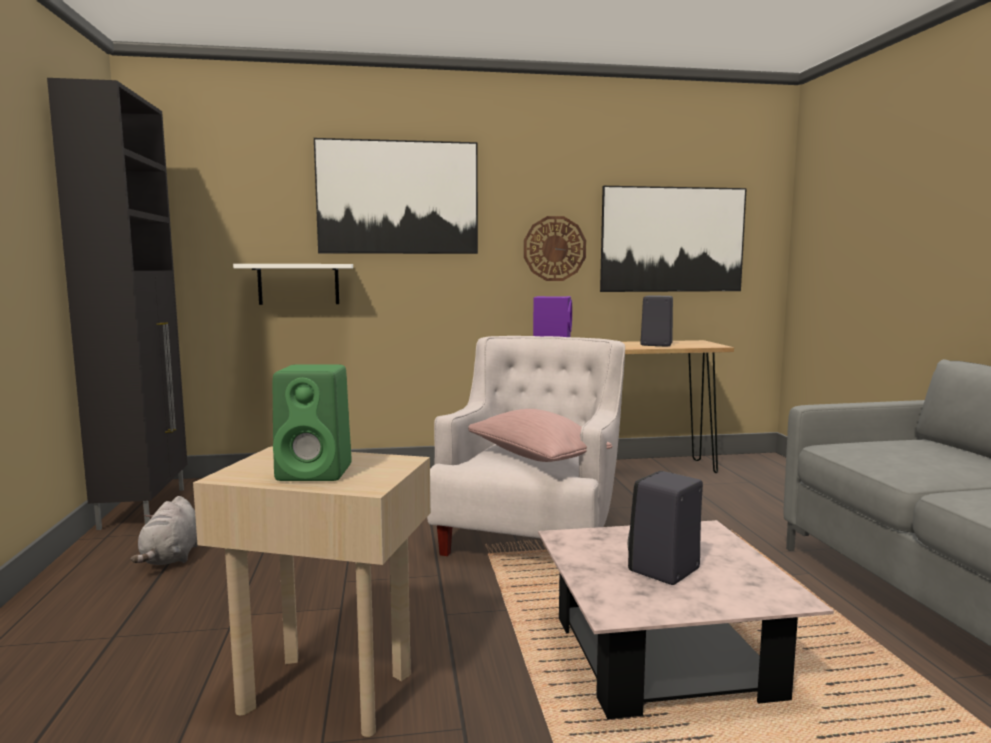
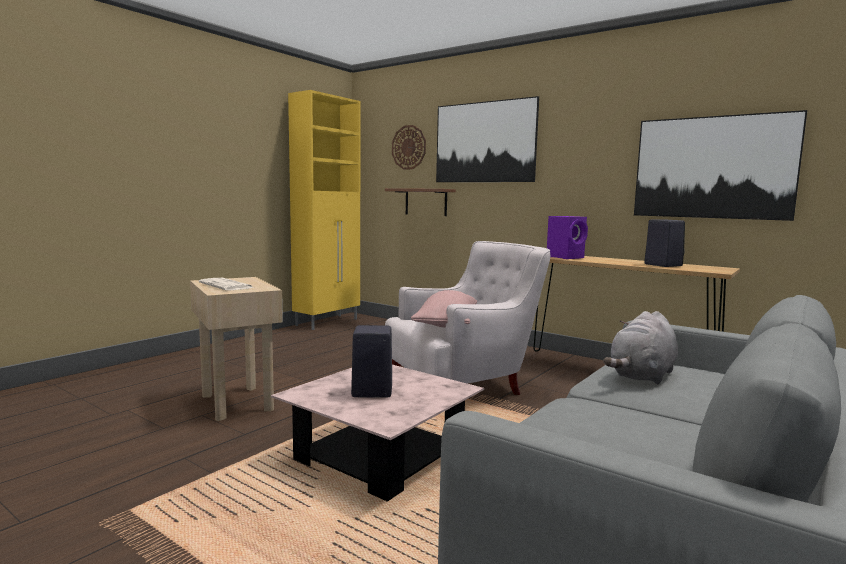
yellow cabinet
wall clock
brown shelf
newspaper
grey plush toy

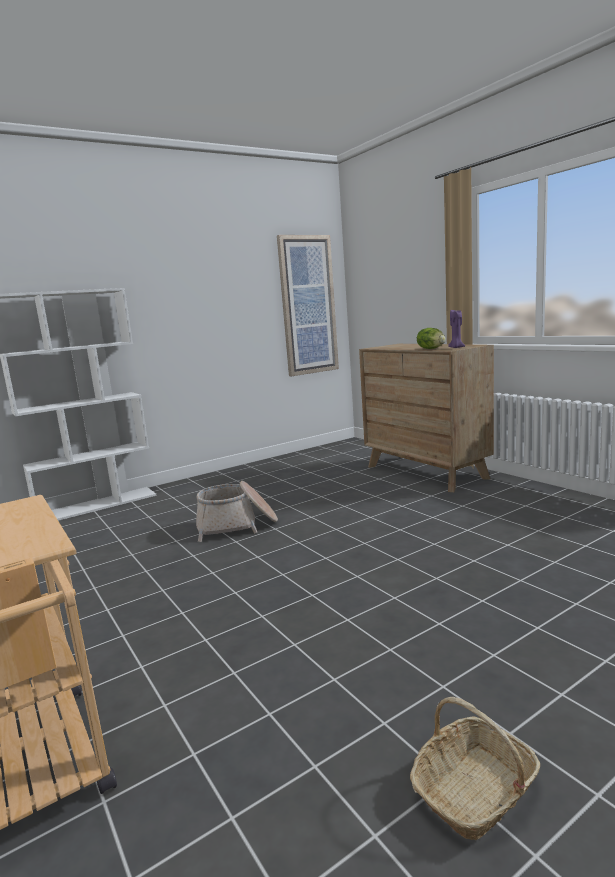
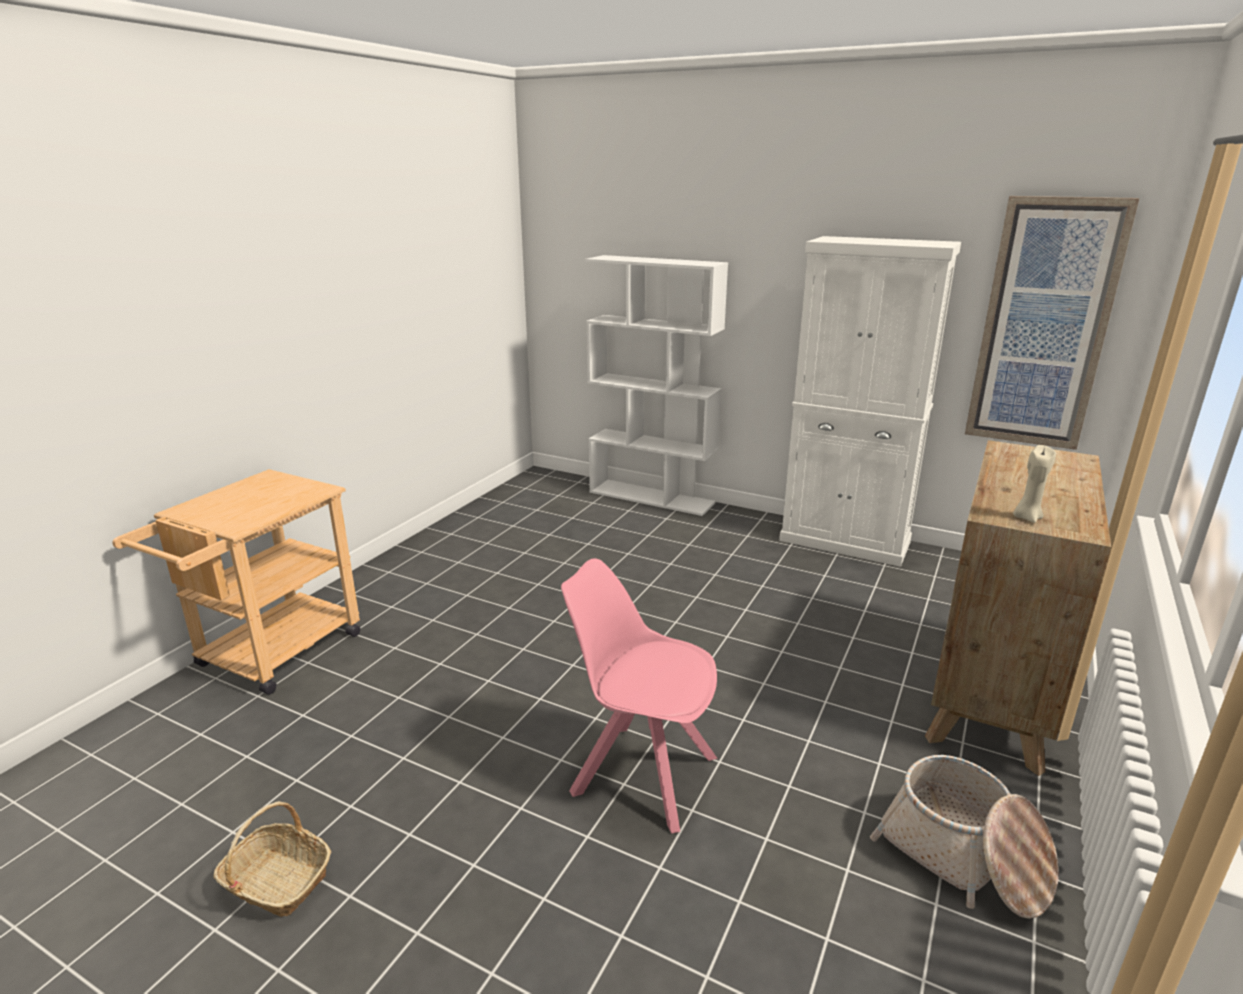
beige candle
lettuce
basket (no. 2 from left)
white cabinet
pink chair

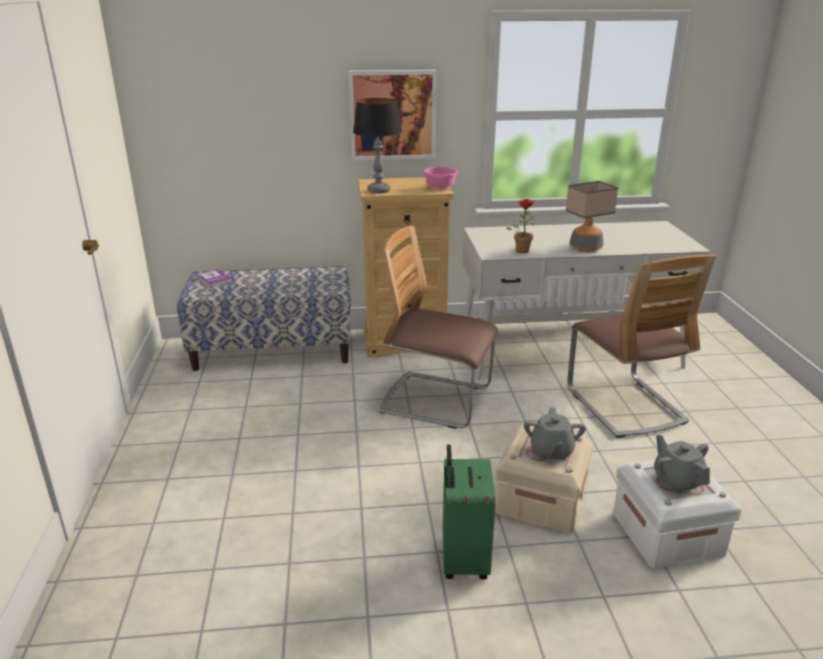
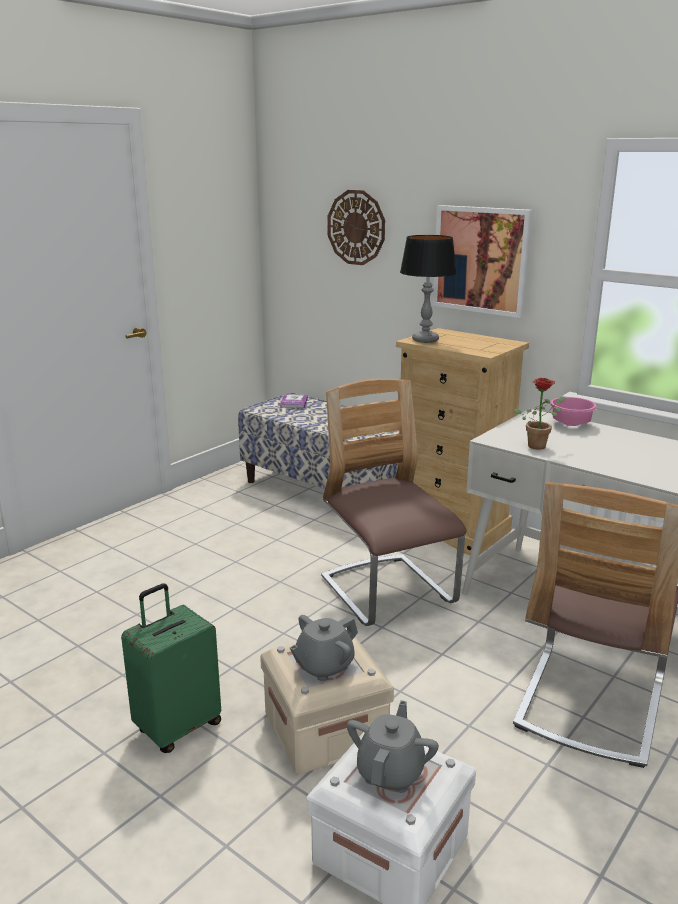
pink bowl
table lamp (no. 2 from left in the first image)
wall clock

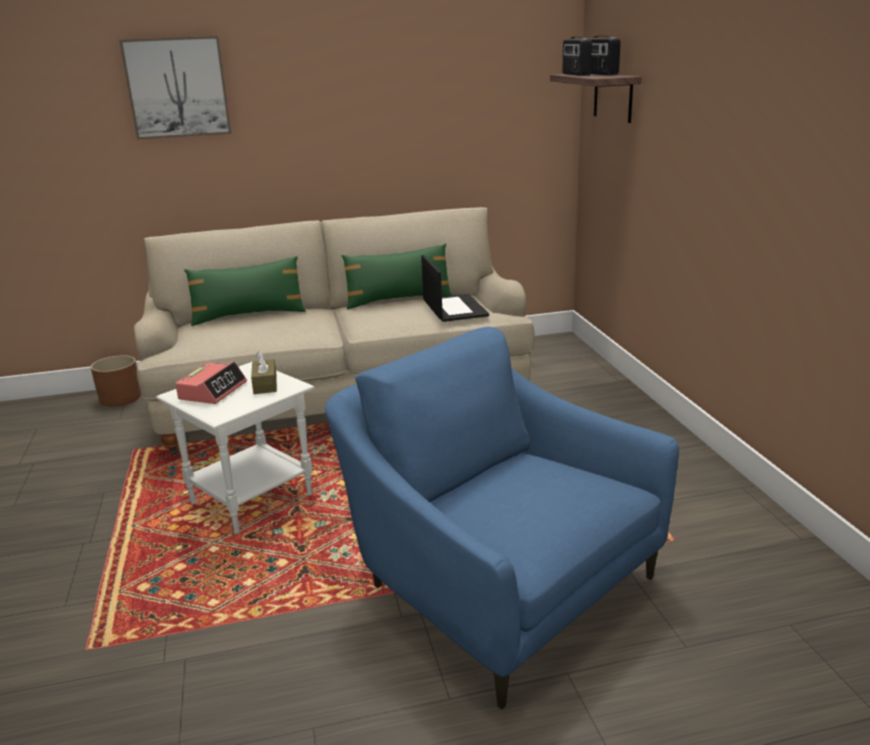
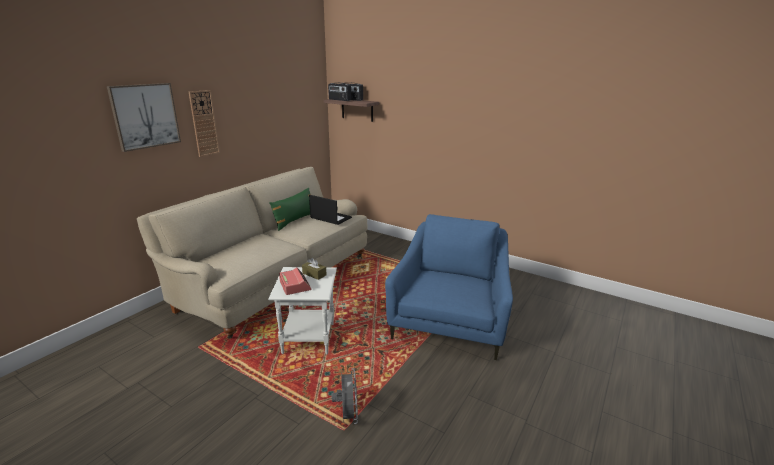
green pillow (no. 1 from left in the first image)
blue armchair
brown planter
wall clock
grey fan

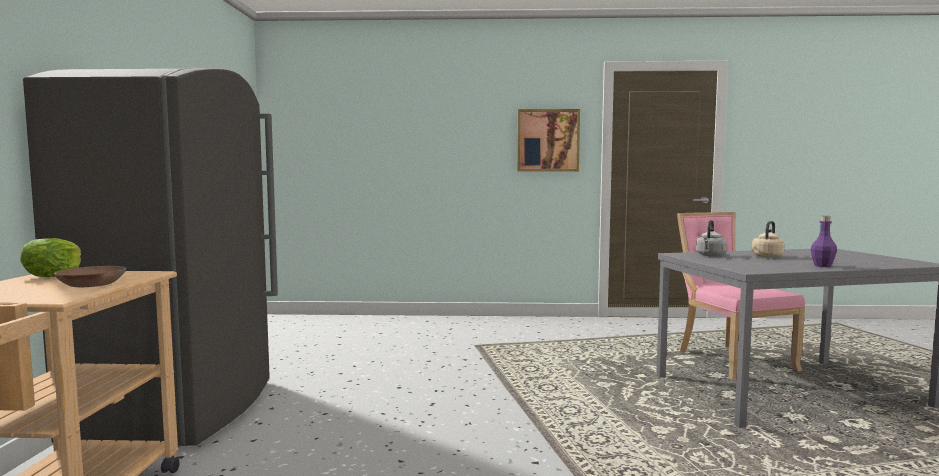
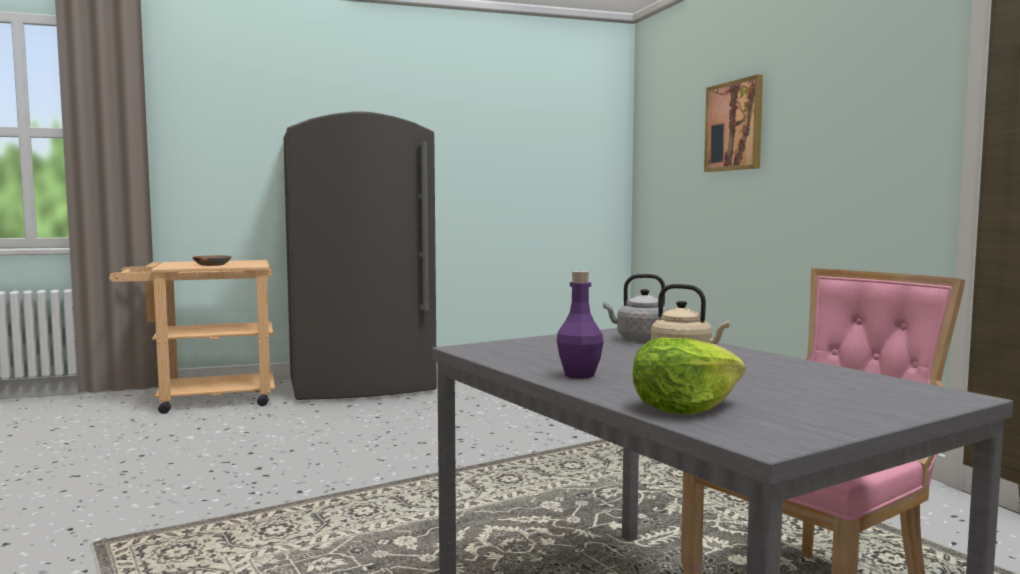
picture
lettuce

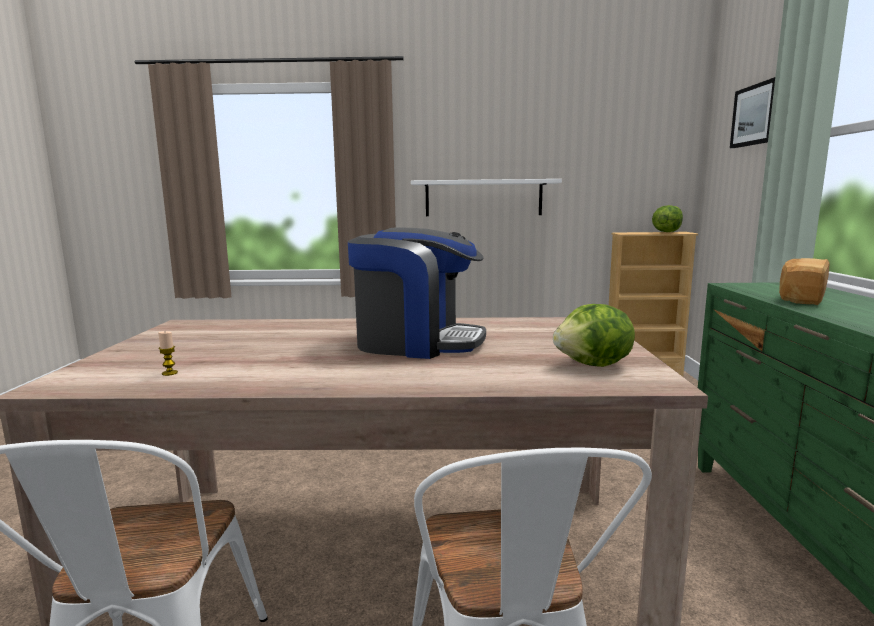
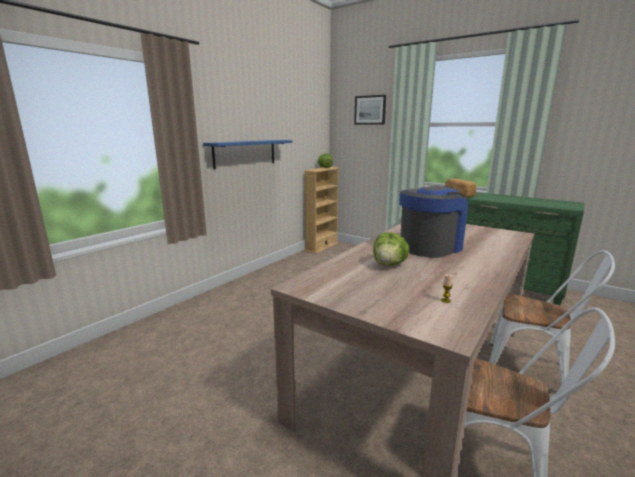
blue shelf
lettuce (no. 2 from left)

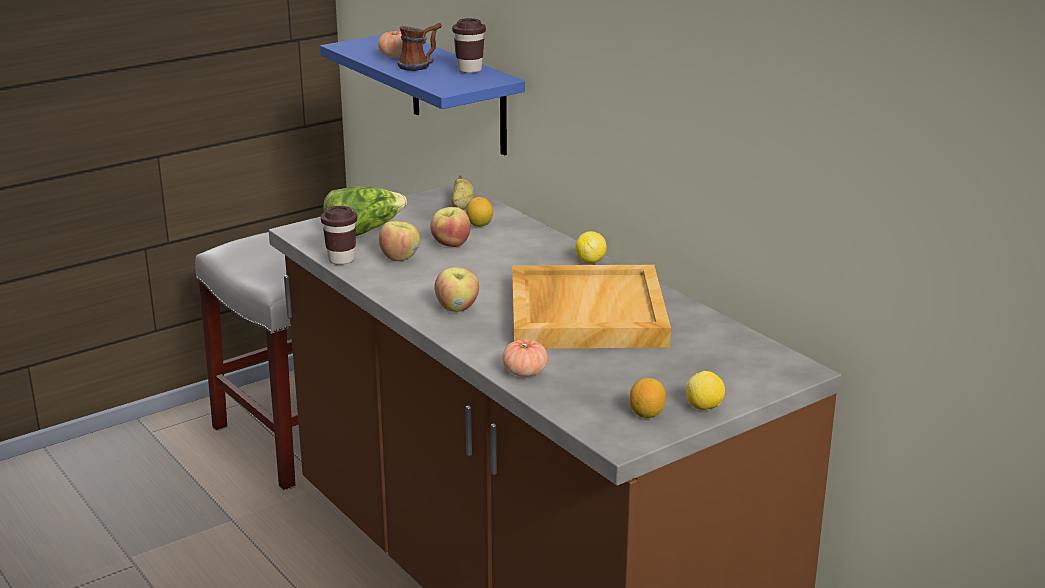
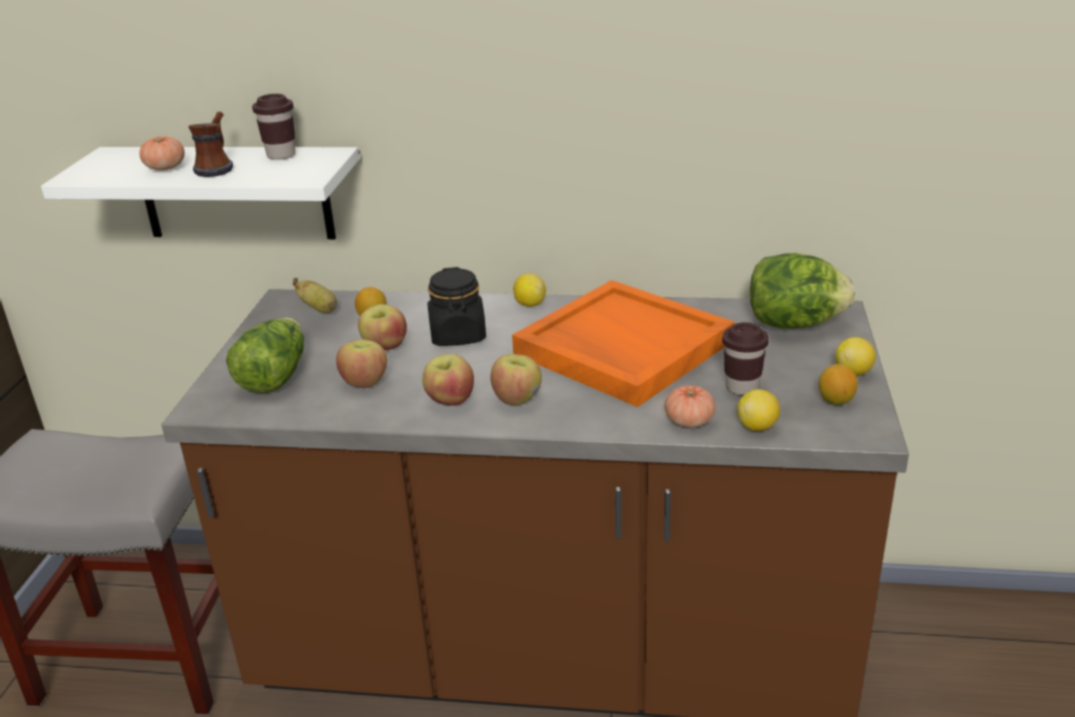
white shelf
brown cup (no. 2 from left)
orange tray
lettuce (no. 2 from left)
black jar
apple (no. 3 from left)
lemon (no. 3 from left)

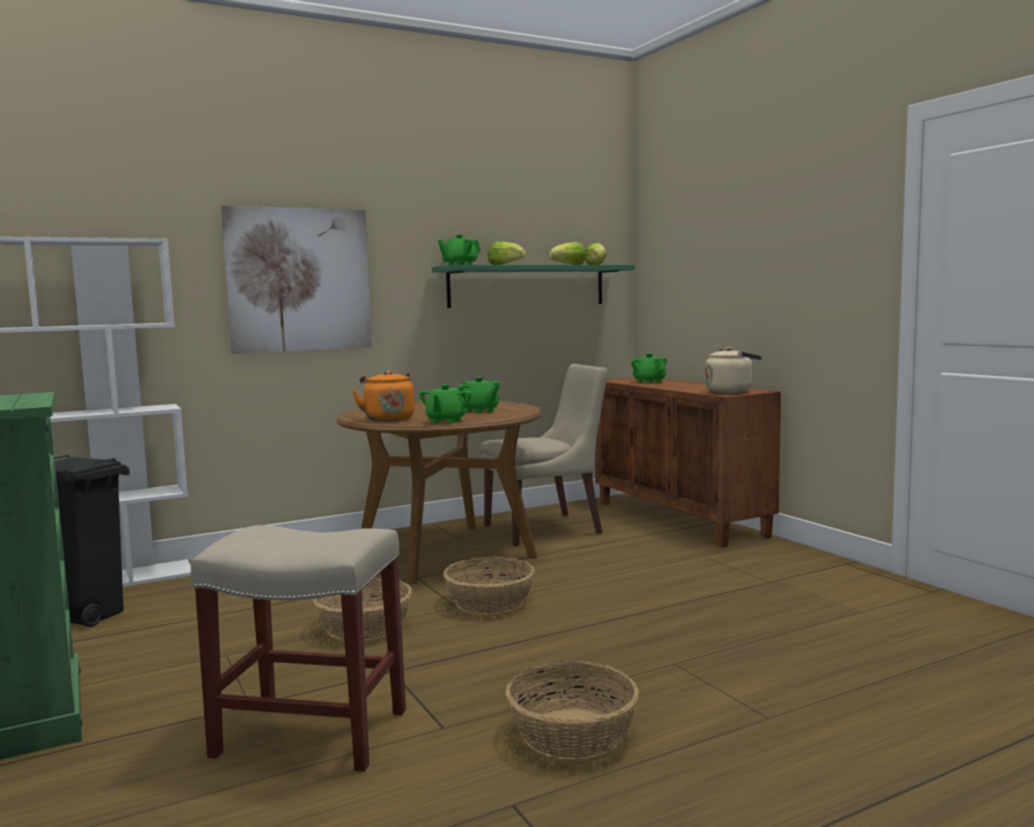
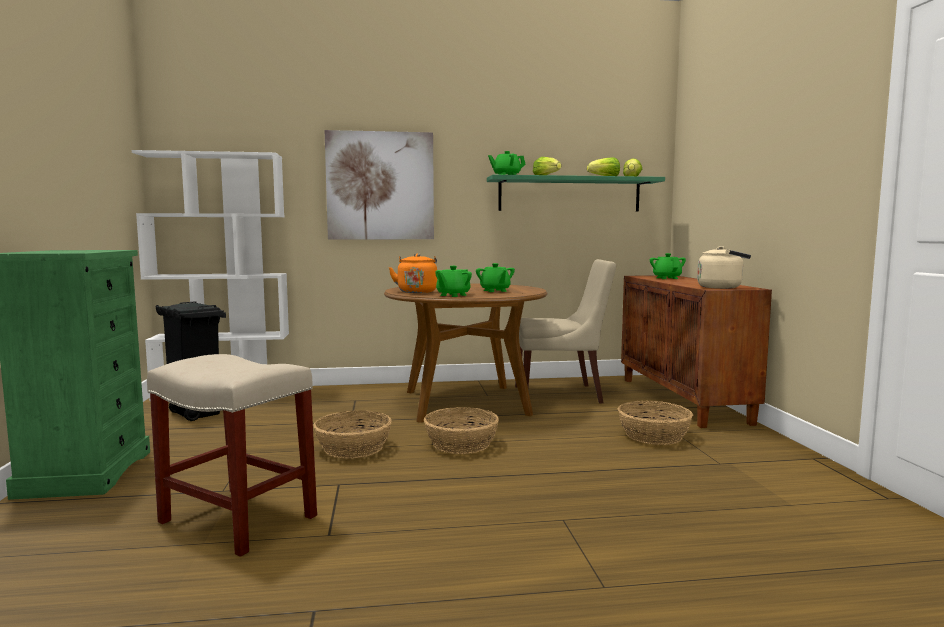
basket (no. 3 from left)

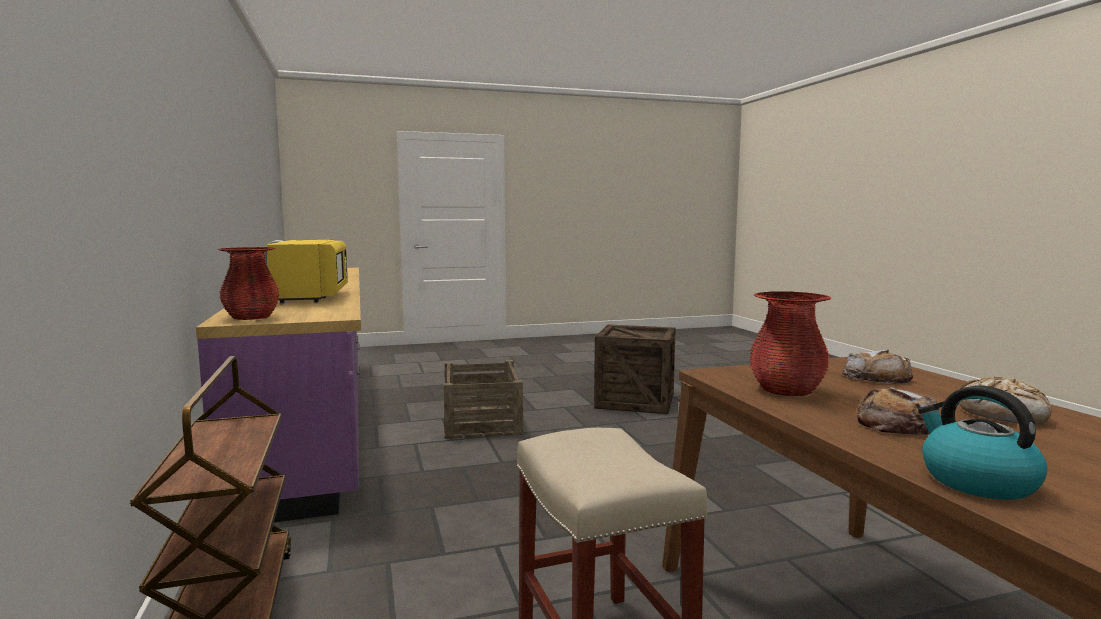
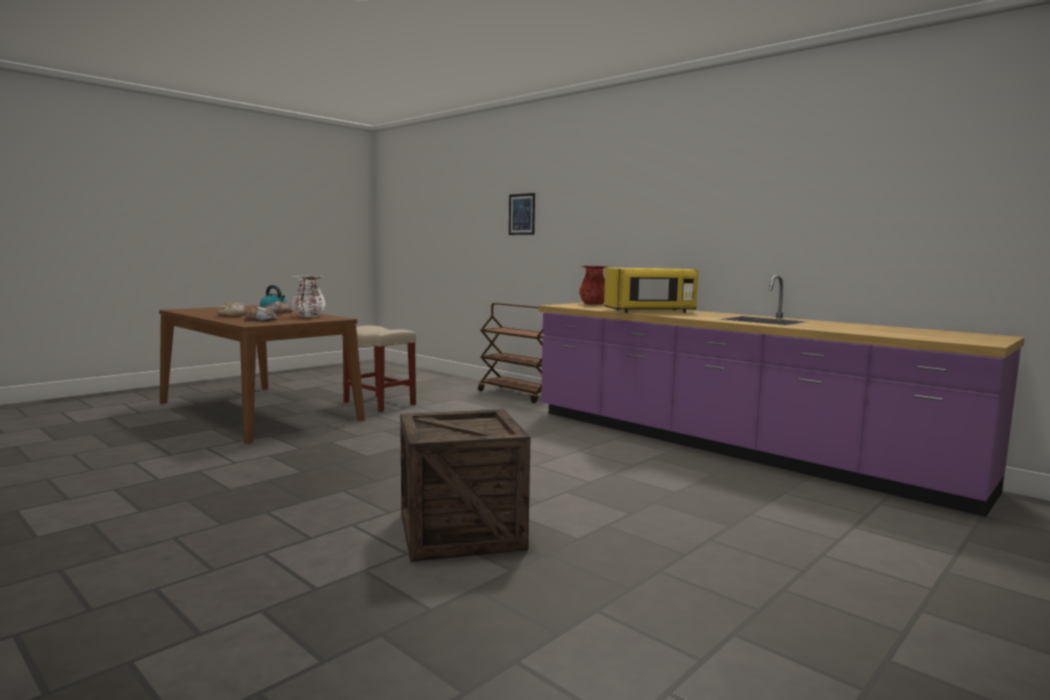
yellow microwave
white vase
crate (no. 1 from left in the first image)
picture

